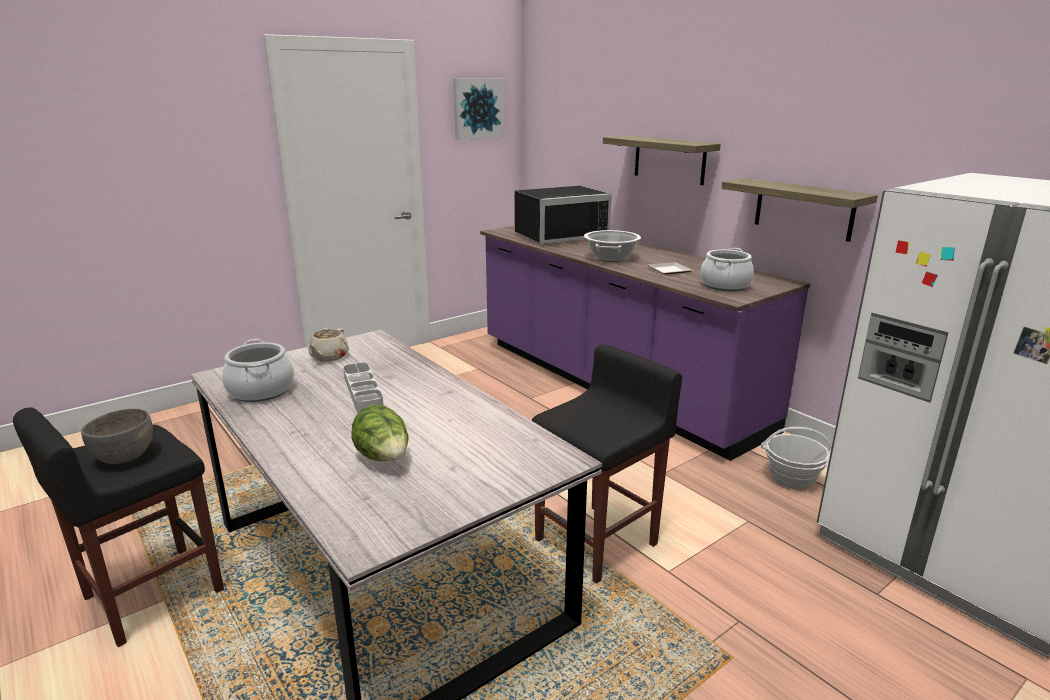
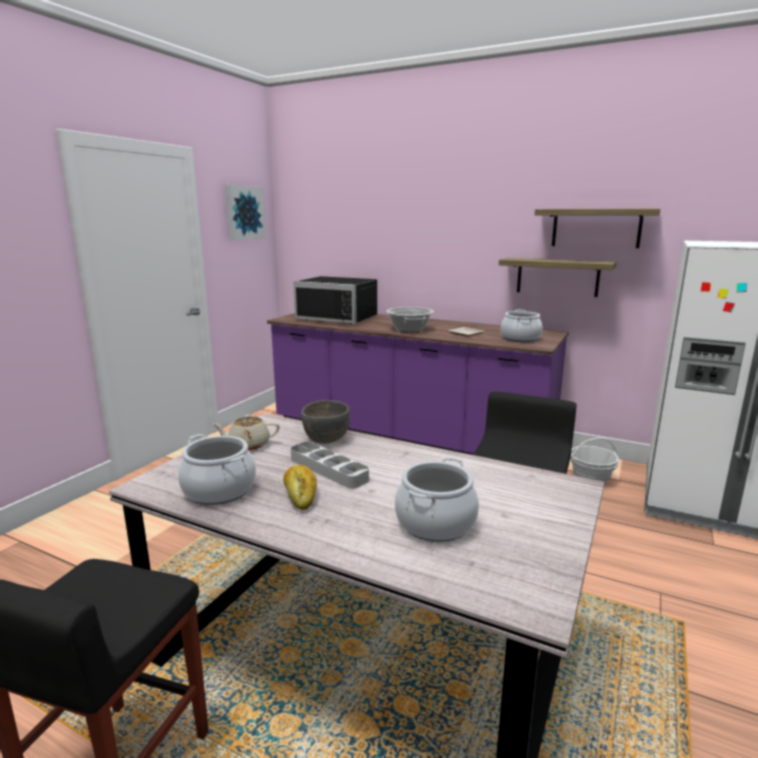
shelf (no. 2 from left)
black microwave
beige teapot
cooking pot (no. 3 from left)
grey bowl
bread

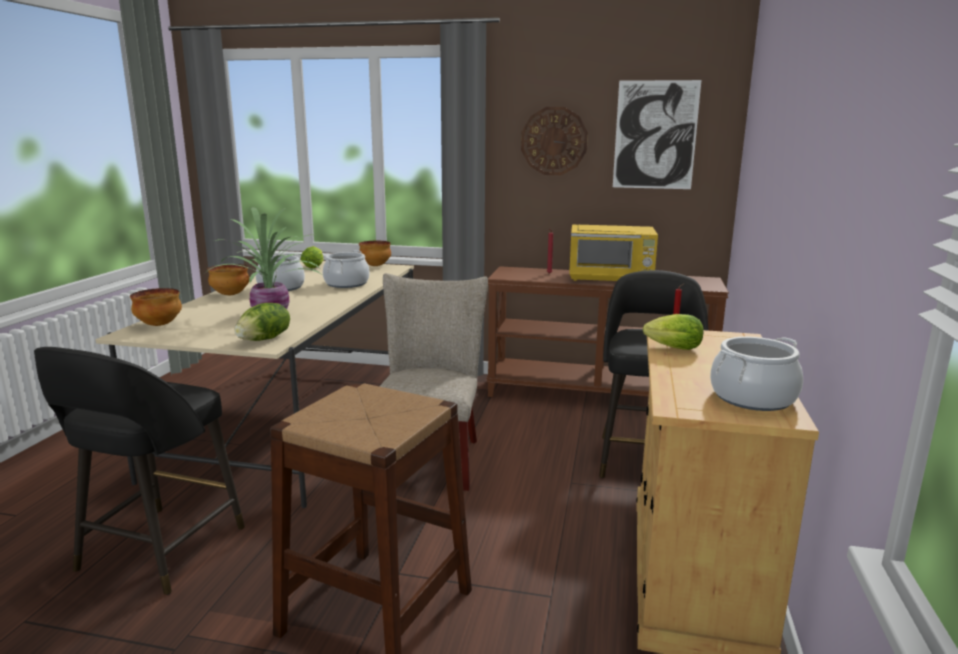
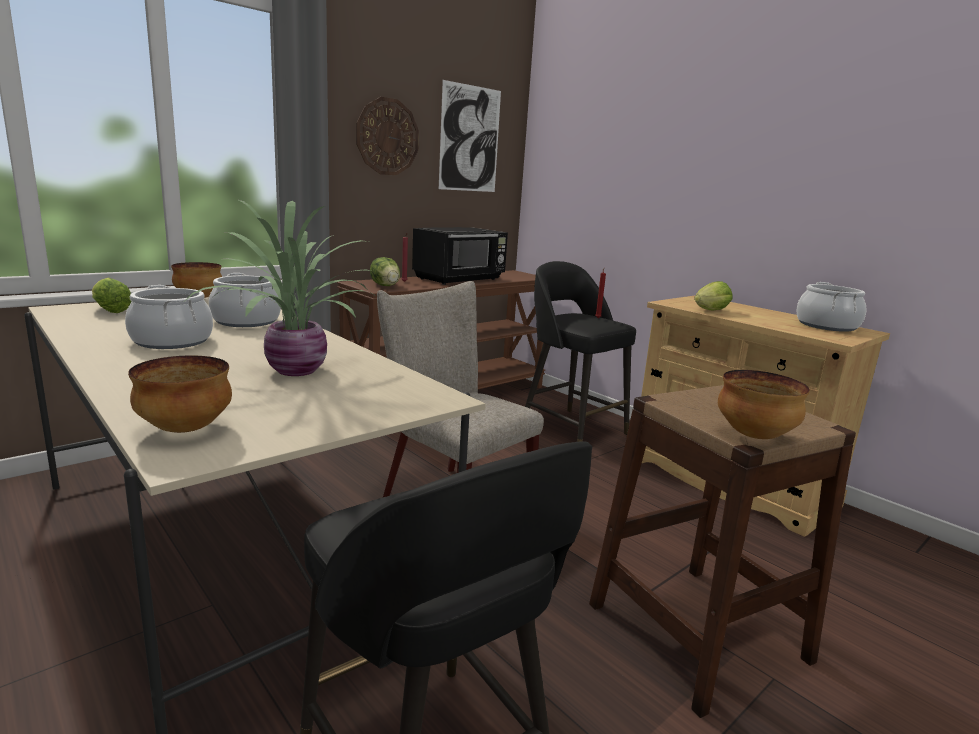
black microwave
bowl (no. 3 from left)
lettuce (no. 2 from left)

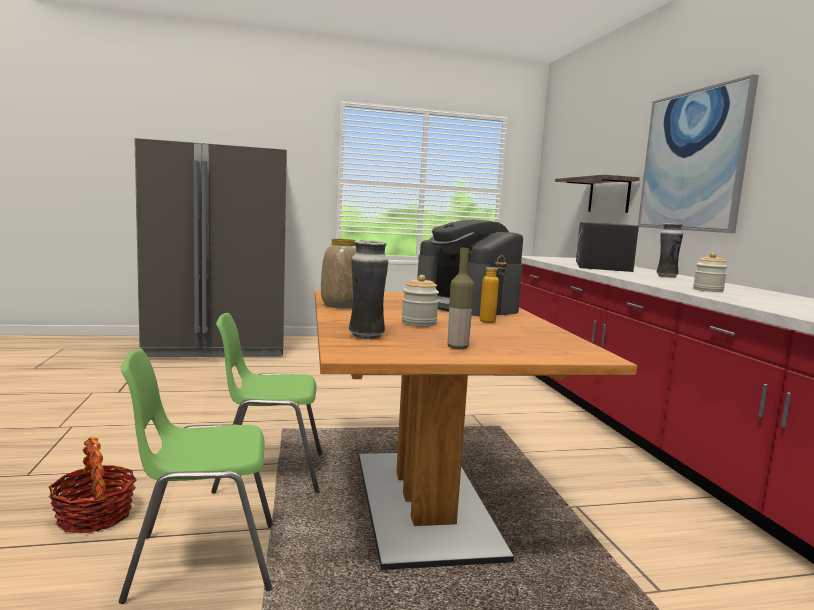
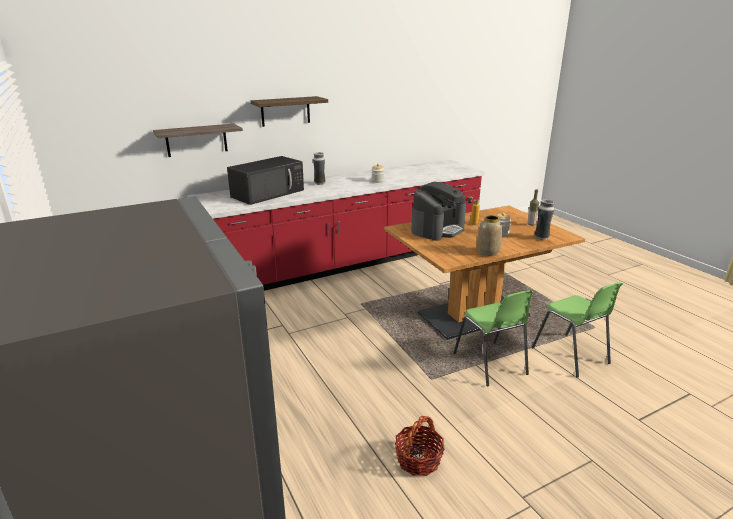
shelf (no. 2 from left)
black microwave
basket

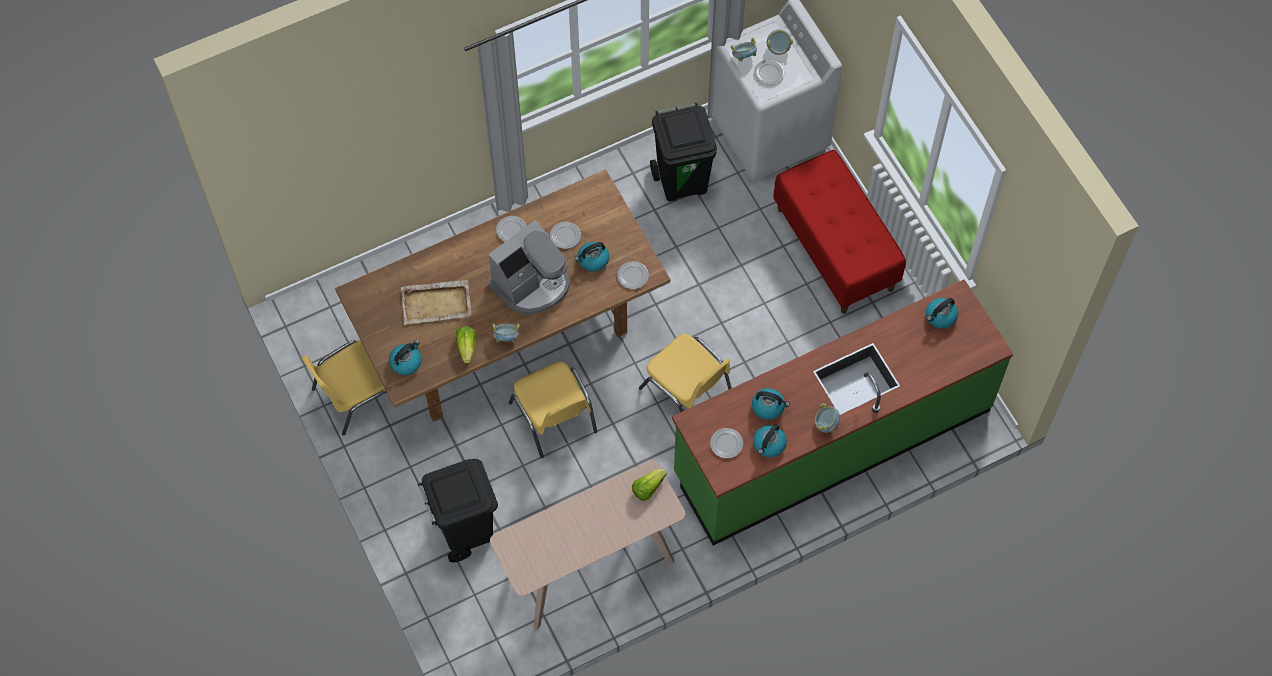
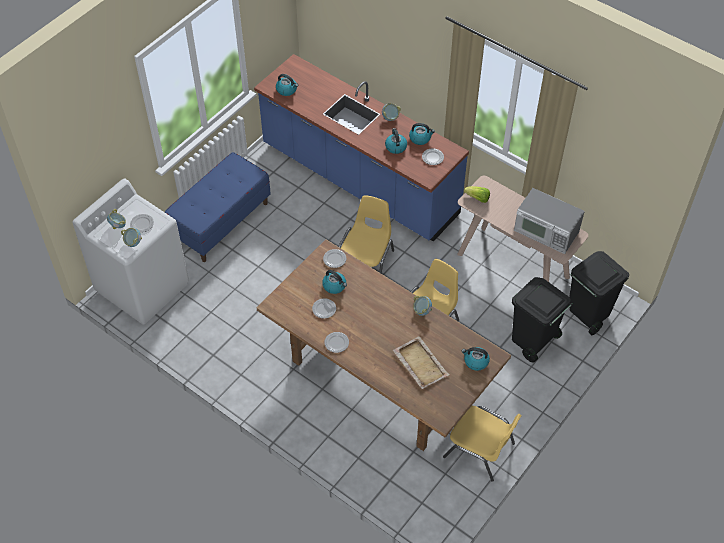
black trash can (no. 2 from left)
blue bench
coffee machine
blue counter
lettuce (no. 1 from left in the first image)
microwave

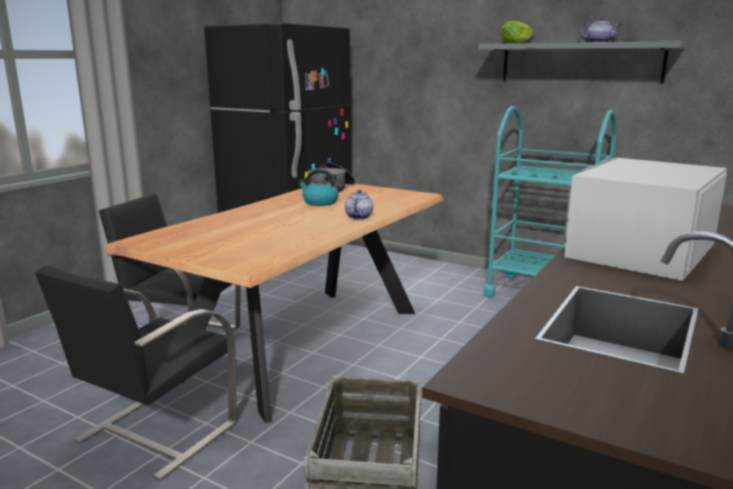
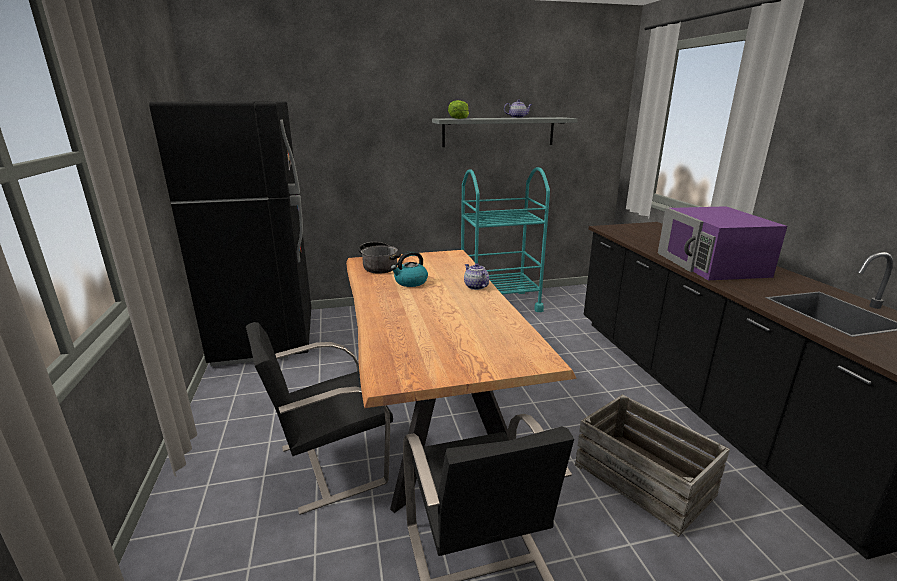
purple microwave

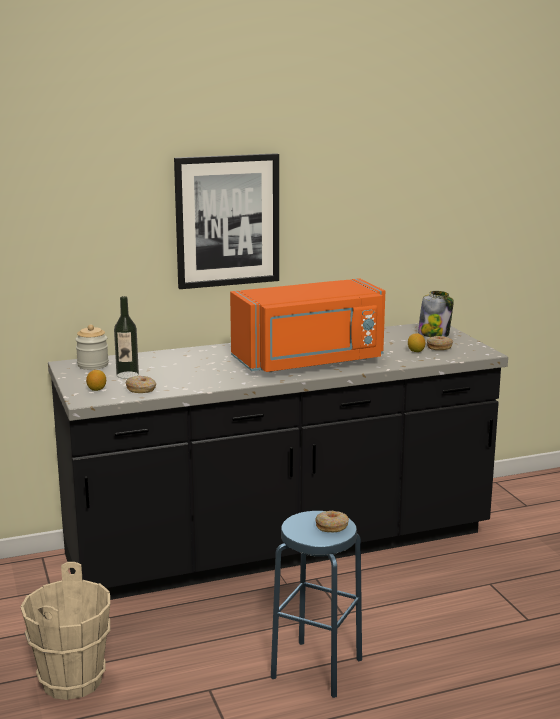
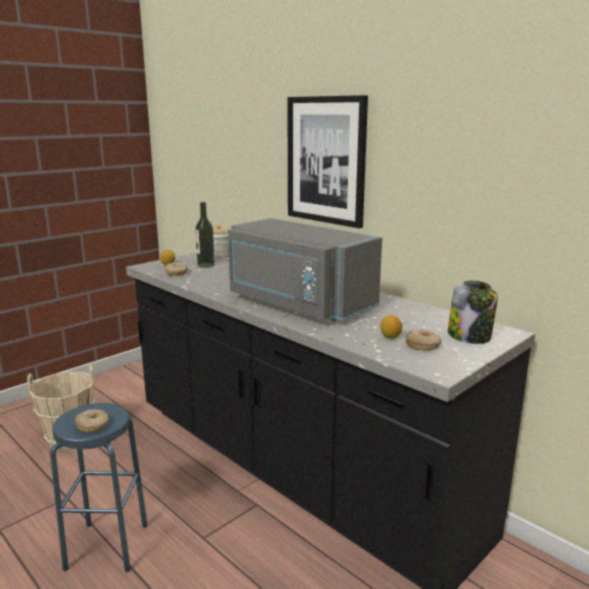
grey microwave

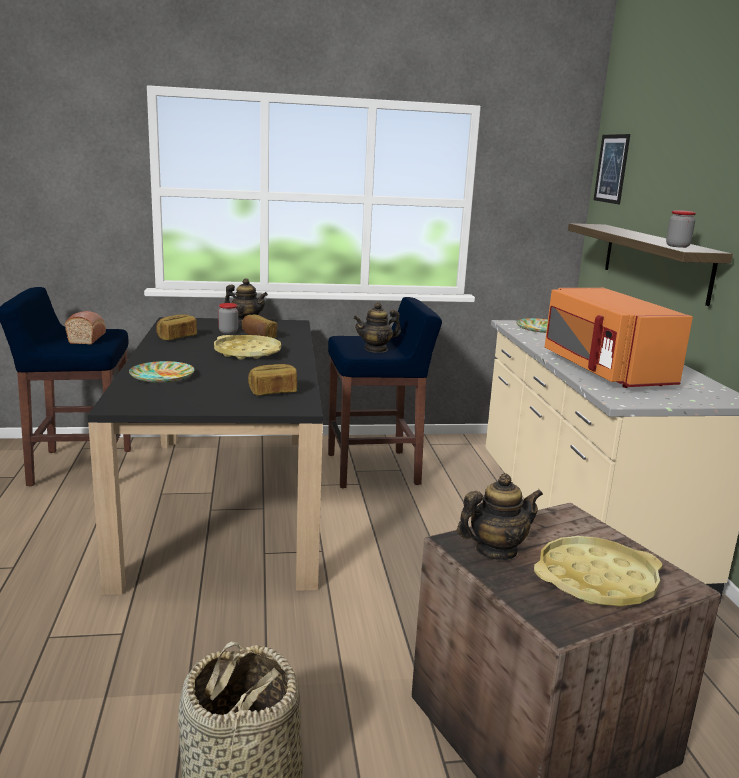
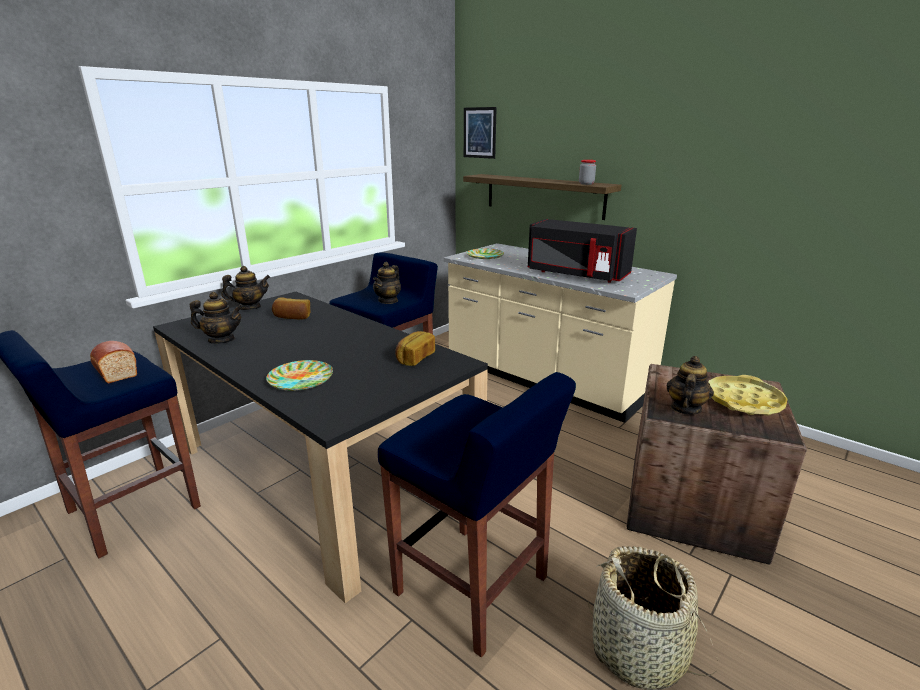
black microwave
jar (no. 1 from left in the first image)
teapot (no. 1 from left)
yellow tray (no. 1 from left in the first image)
blue stool (no. 3 from left)

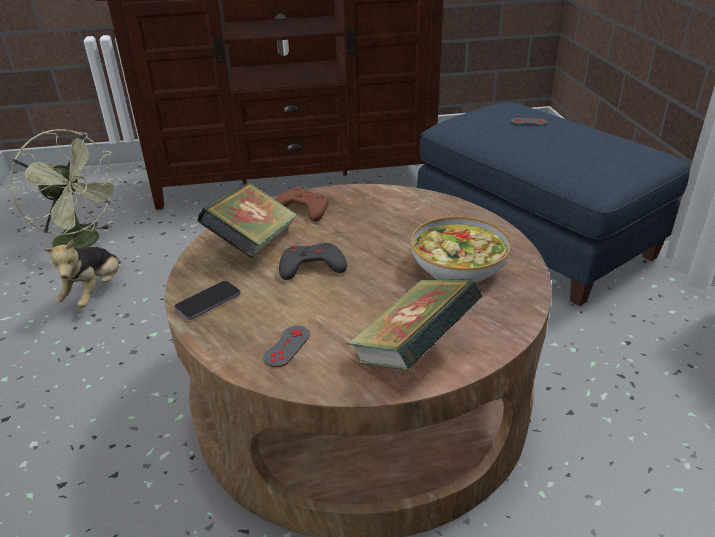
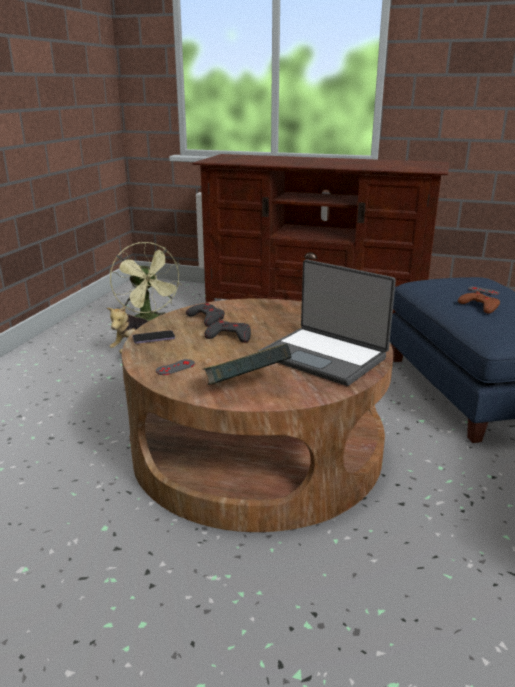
grey game controller (no. 2 from left)
brown game controller
laptop

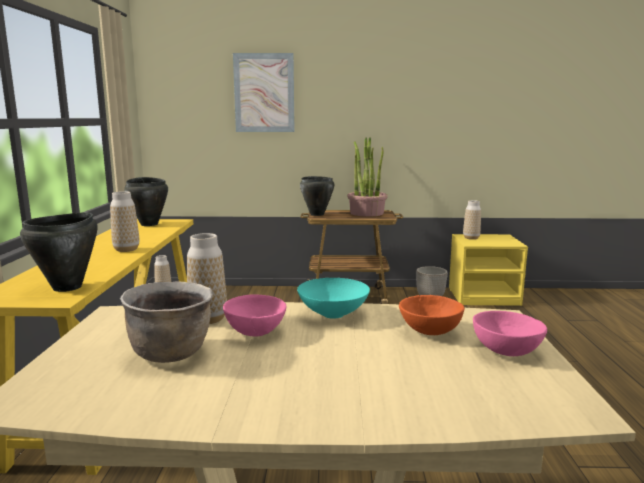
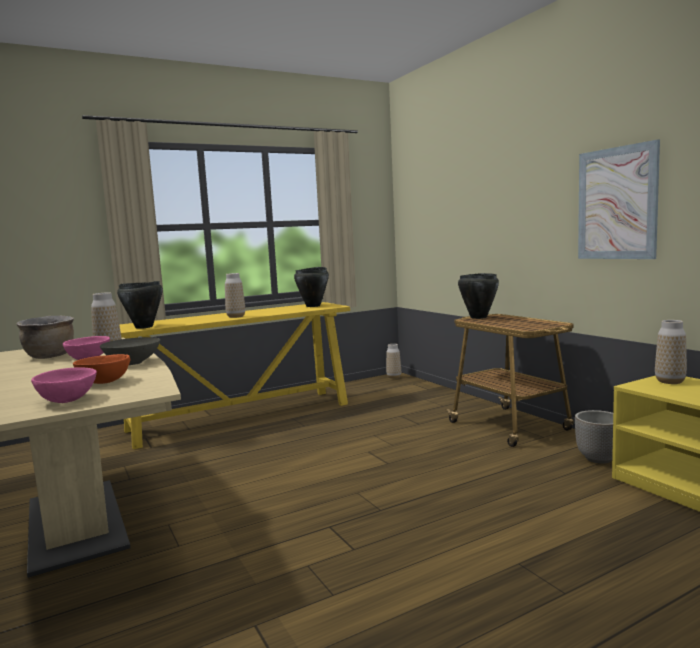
picture
potted plant
grey bowl

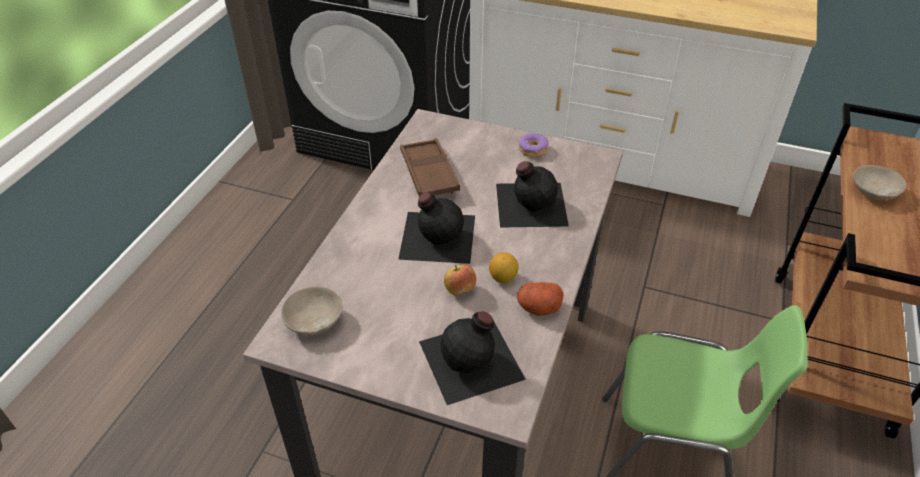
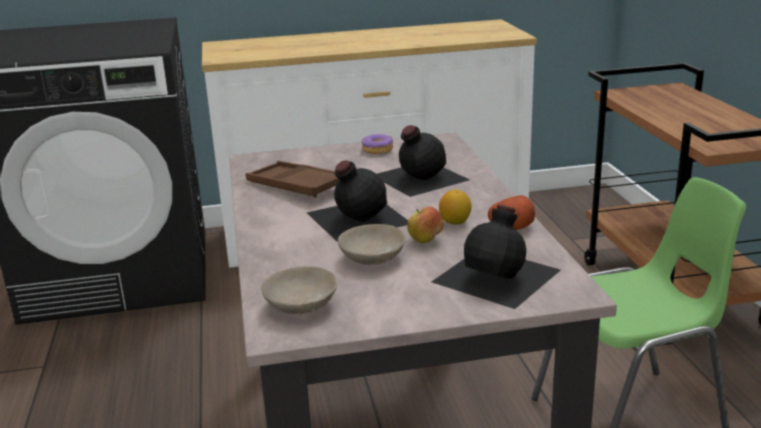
beige bowl (no. 2 from left)

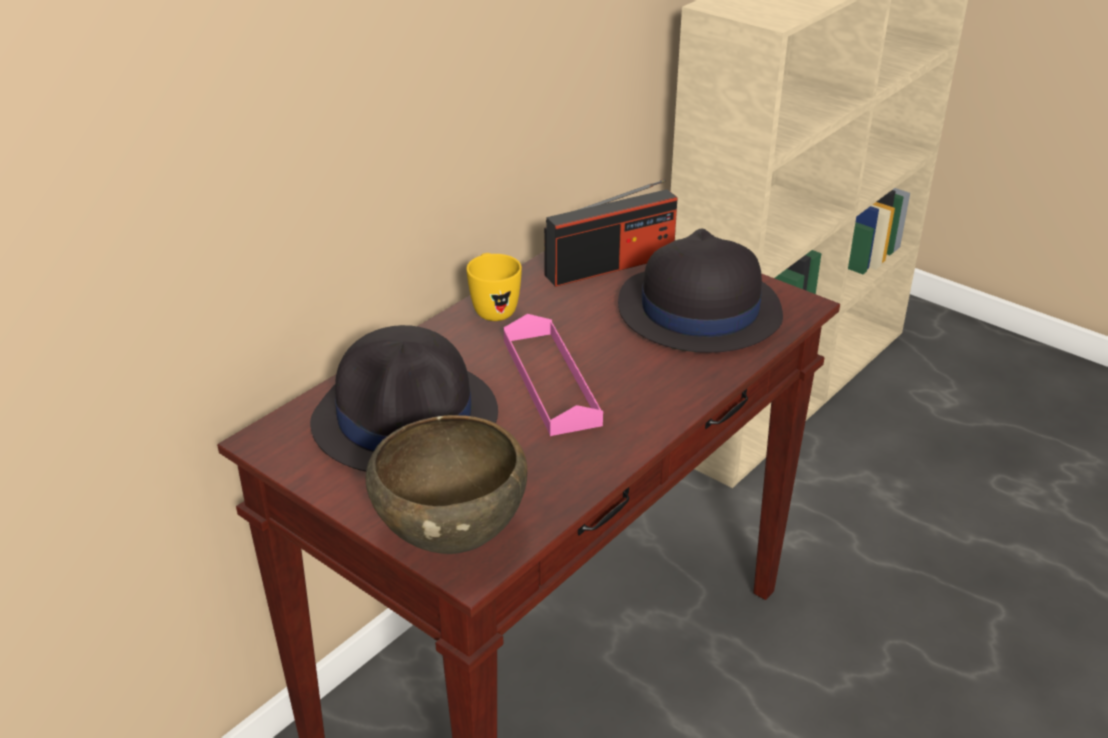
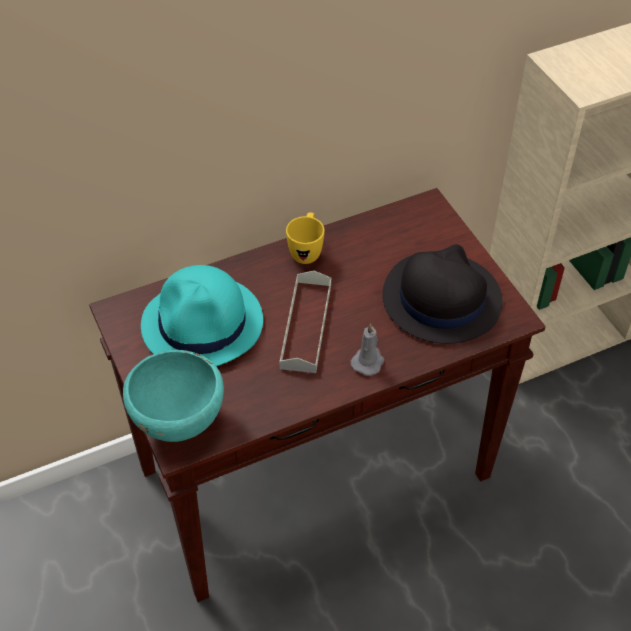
radio
grey tray
turquoise hat
turquoise bowl
grey candle

